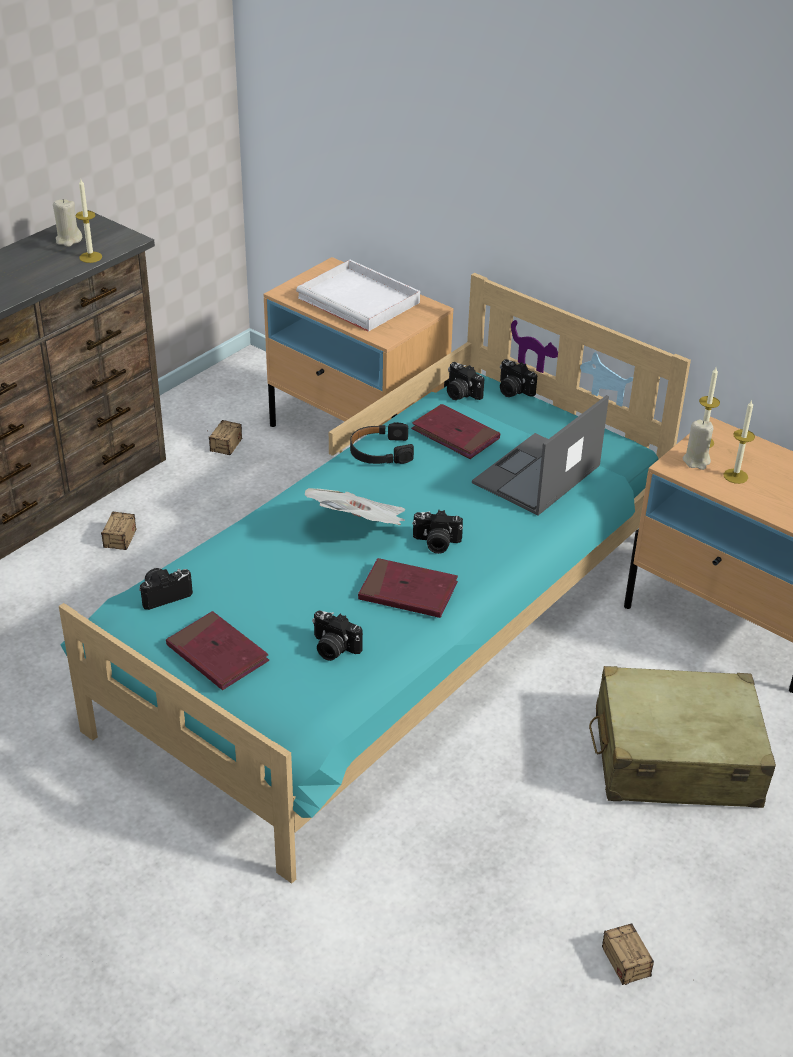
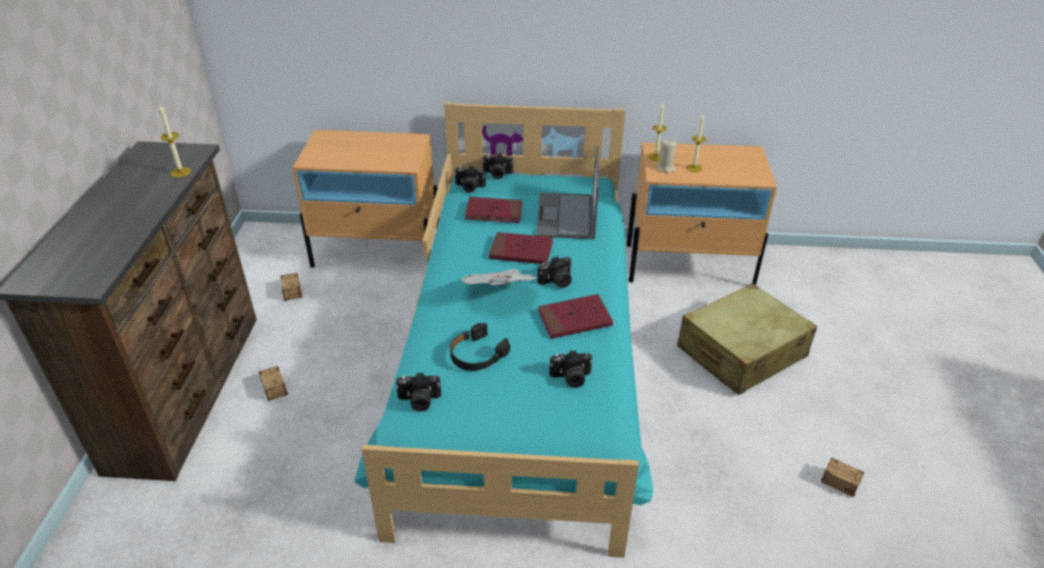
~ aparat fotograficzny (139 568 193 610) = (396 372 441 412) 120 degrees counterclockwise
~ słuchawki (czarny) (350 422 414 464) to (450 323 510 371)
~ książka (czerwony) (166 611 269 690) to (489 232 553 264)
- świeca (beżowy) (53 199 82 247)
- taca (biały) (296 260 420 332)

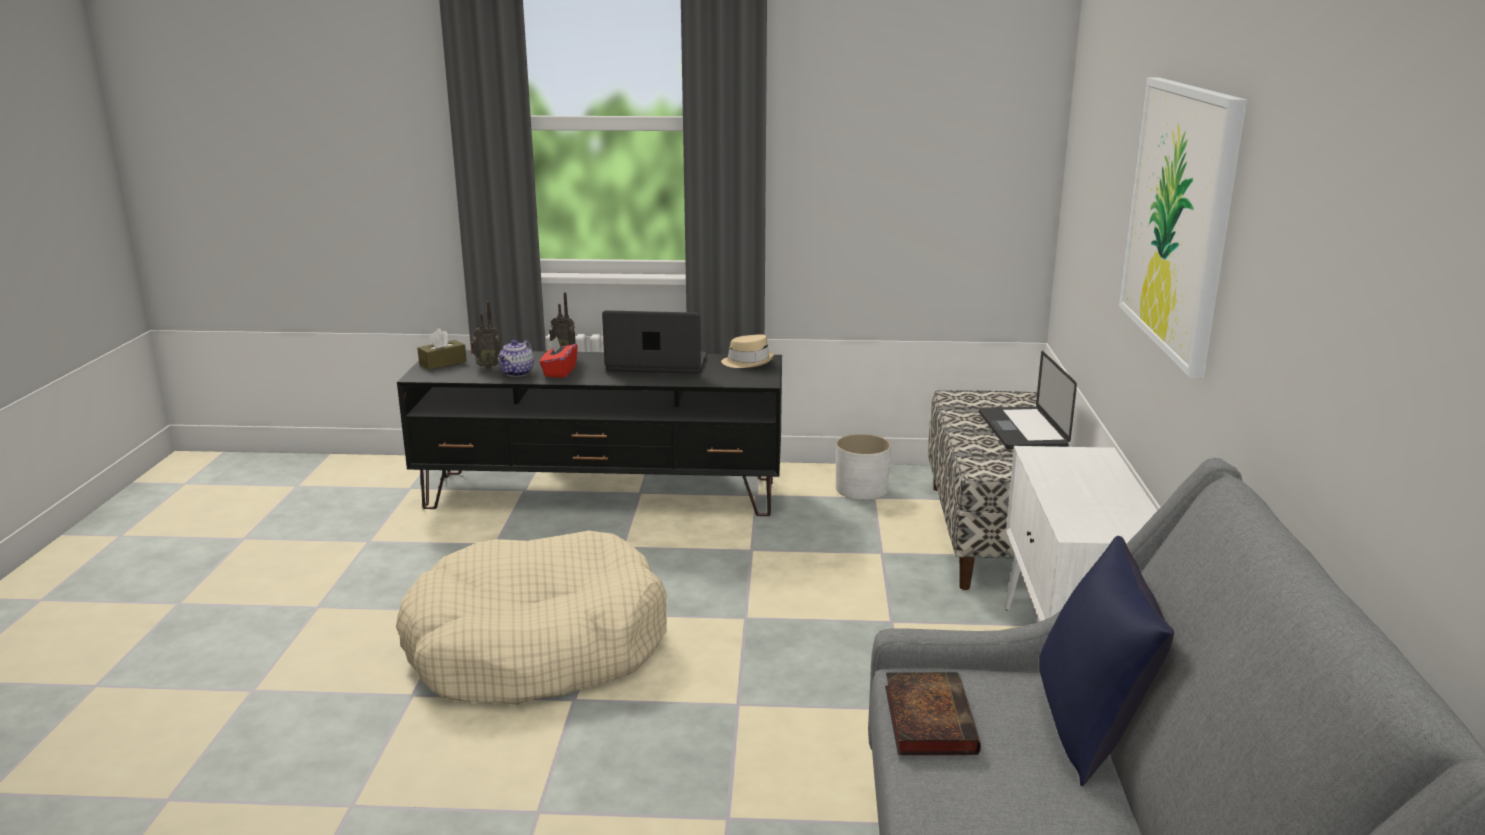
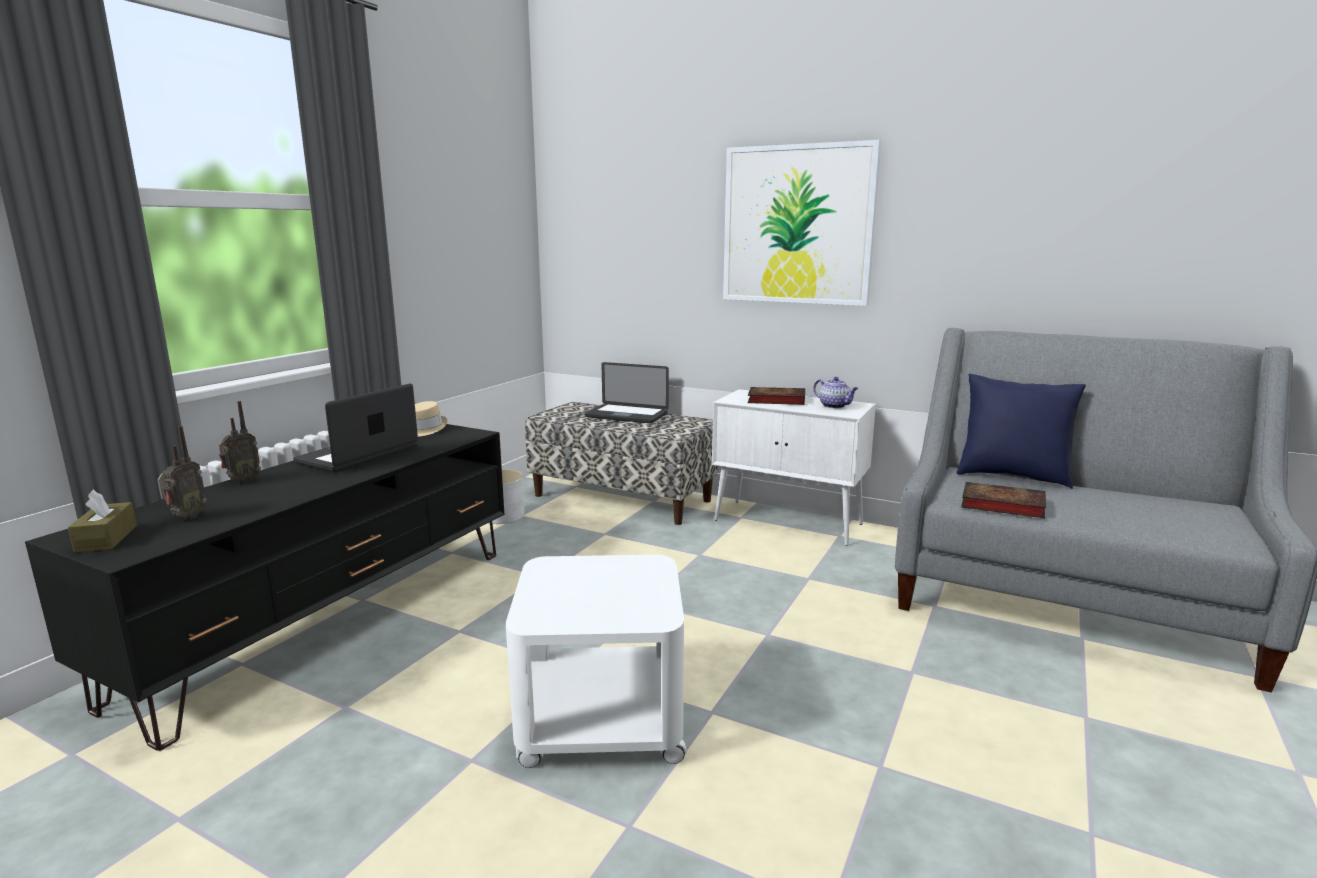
~ legowisko (beżowy) (396 531 667 705) to stolik (biały) (506 555 687 768)
+ książka (748 387 805 405)
~ imbryk (498 340 534 377) to (813 377 858 408)
- pudełko chusteczek (czerwony) (540 337 578 378)

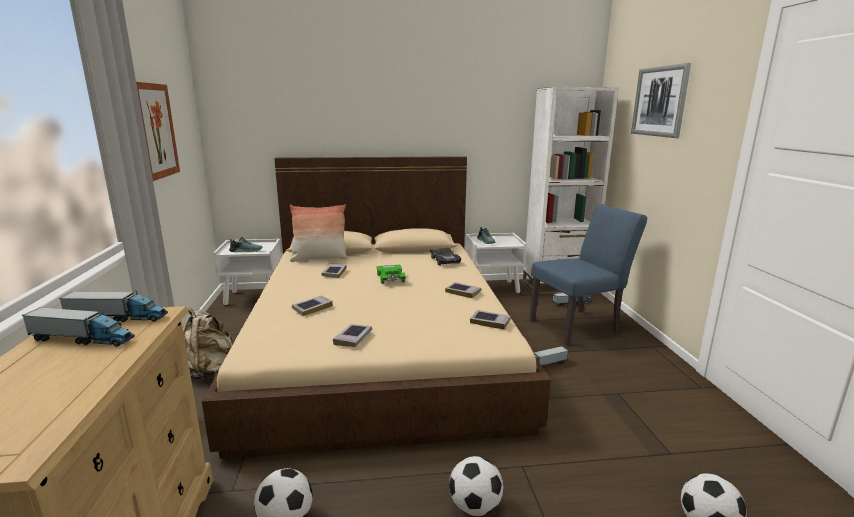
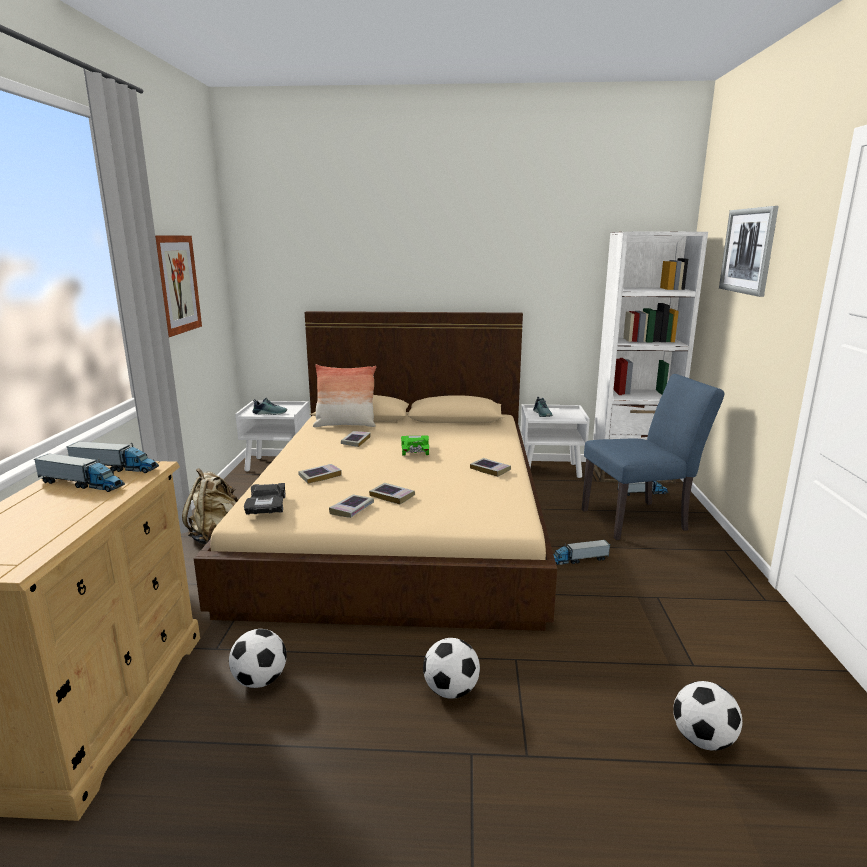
~ samochodzik (czarny) (430 248 461 265) to (244 483 285 514)
~ książka (470 310 511 329) to (369 483 415 504)

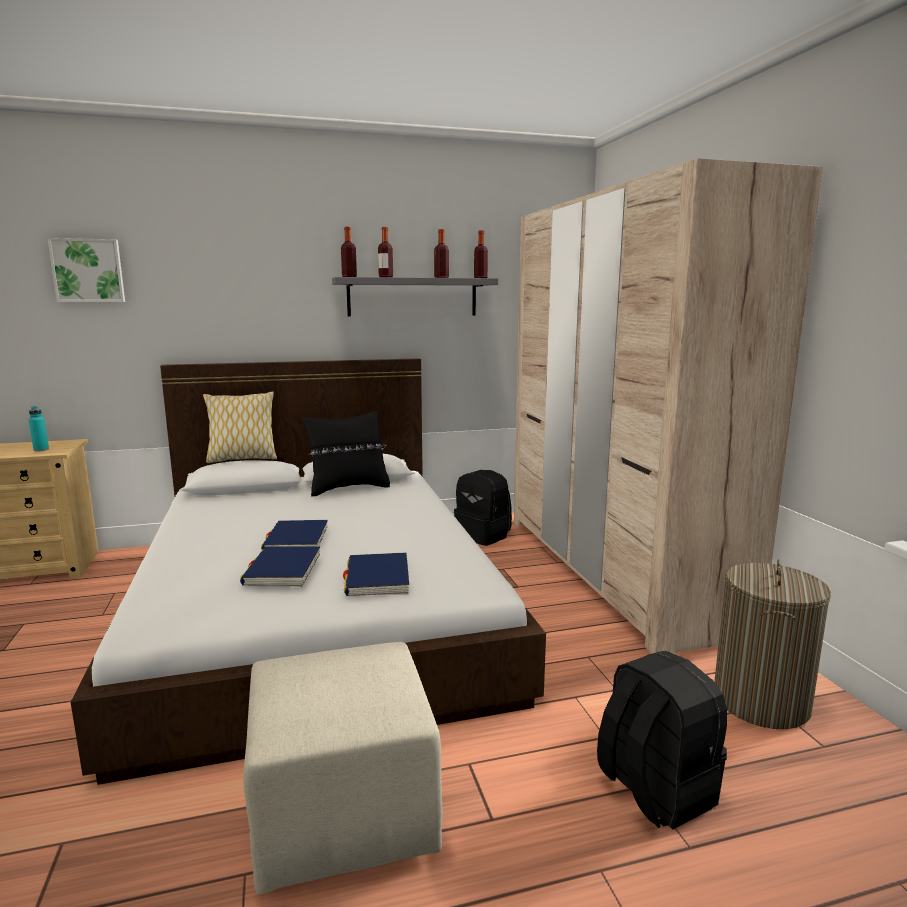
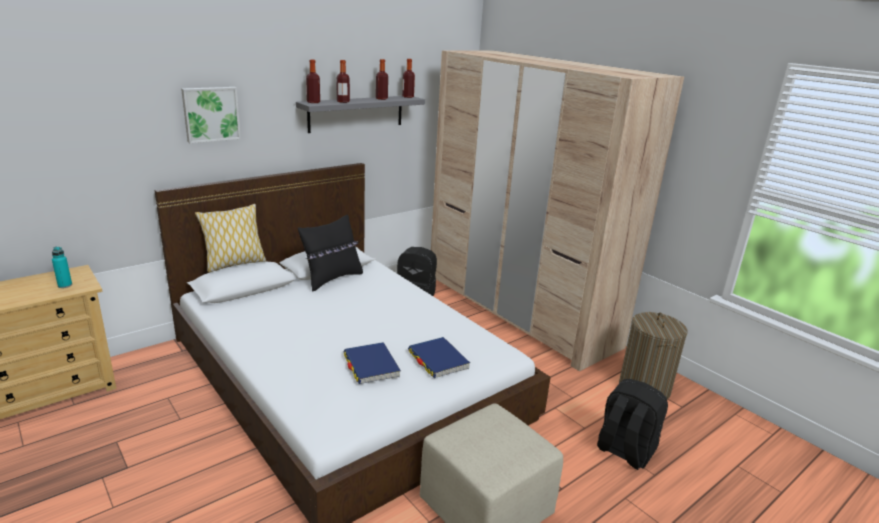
~ obraz (47 238 125 302) to (181 87 241 143)
- książka (niebieski) (261 520 328 549)

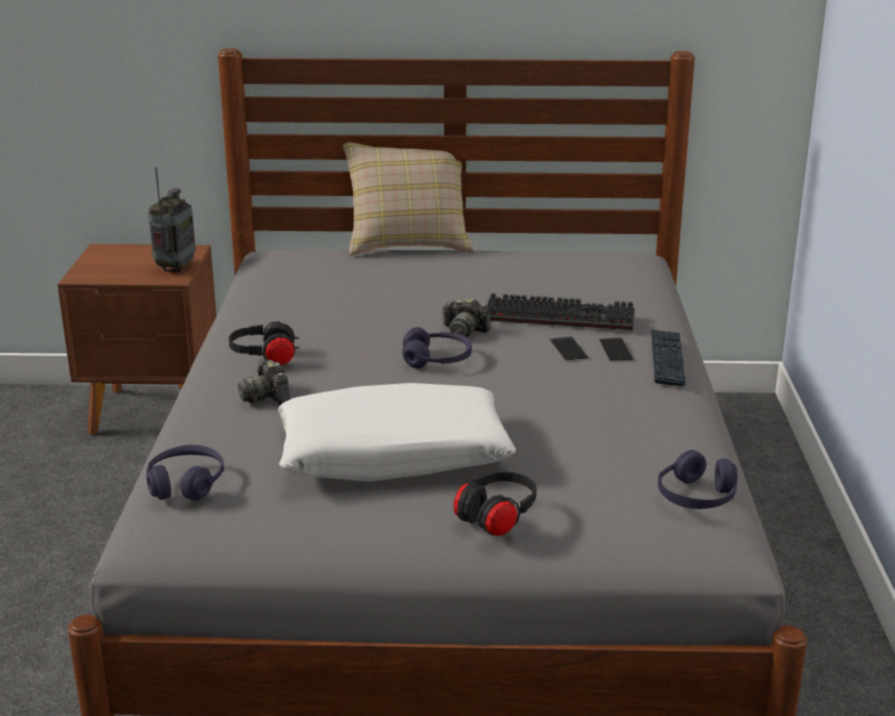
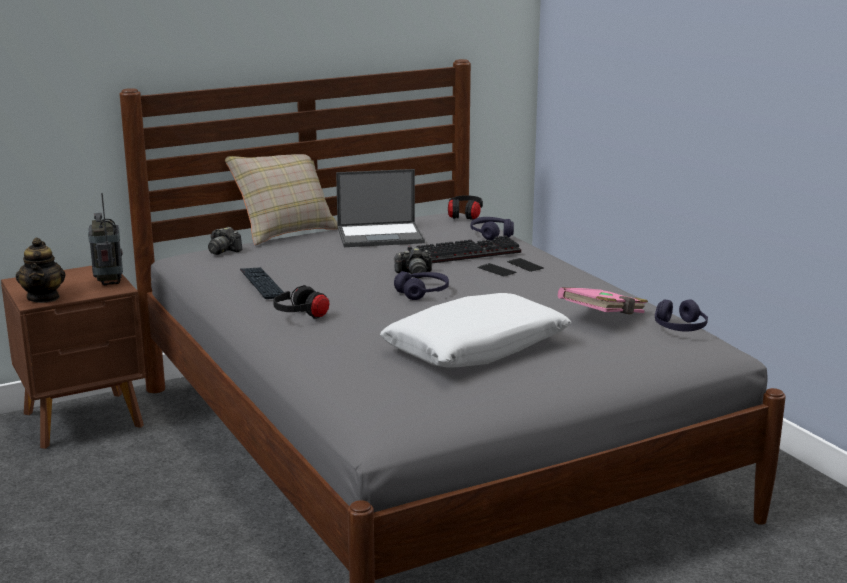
+ imbryk (16 238 66 303)
~ aparat fotograficzny (238 360 291 405) to (208 227 243 255)
~ klawiatura (651 329 686 386) to (240 267 284 299)
+ laptop (336 169 425 247)
~ słuchawki (czarny) (453 471 537 536) to (448 195 483 220)
~ słuchawki (fioletowy) (146 445 224 501) to (471 217 514 241)
+ książka (różowy) (558 288 648 314)

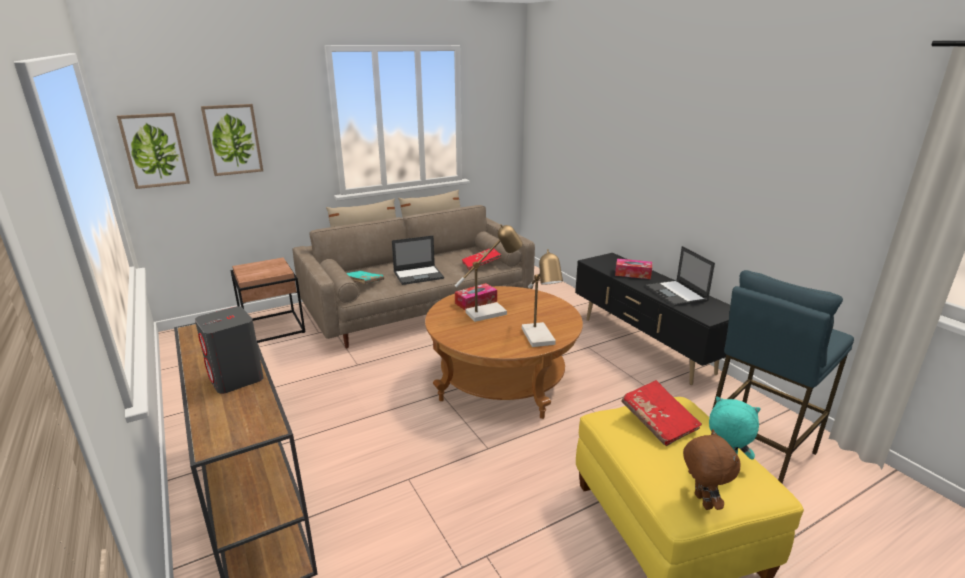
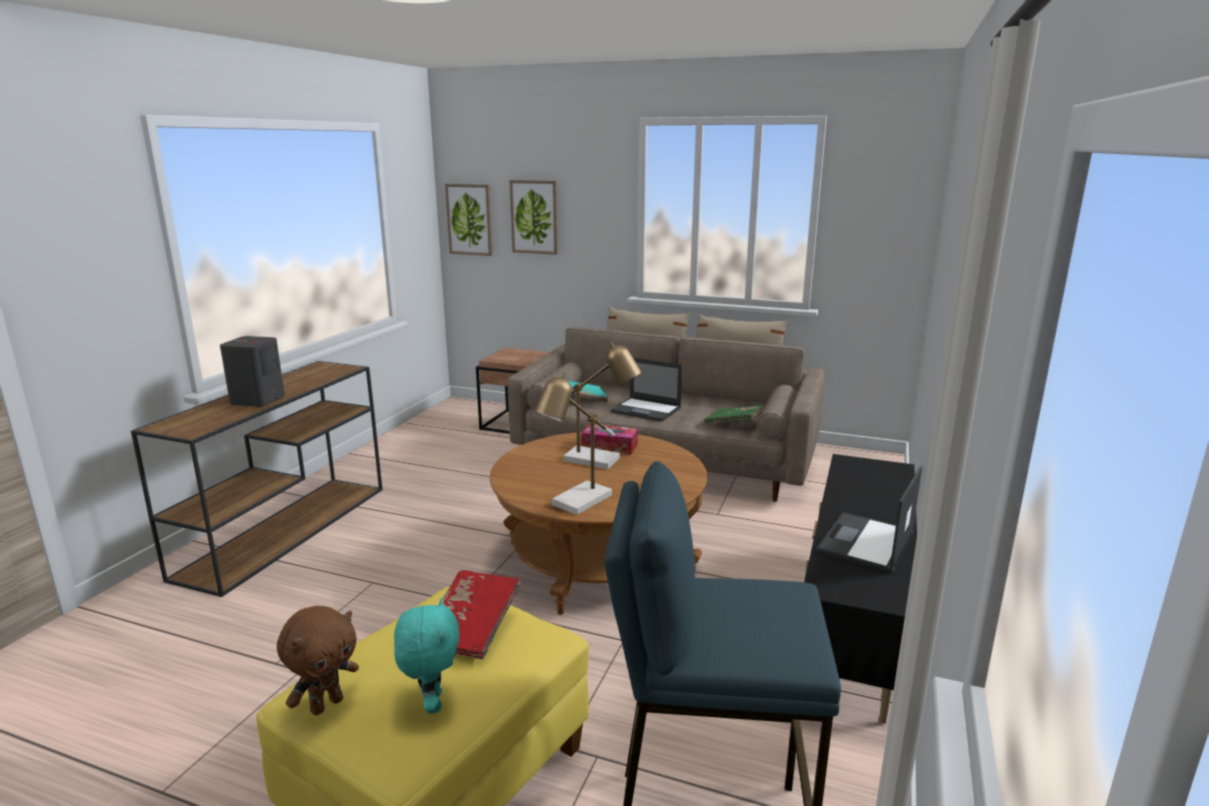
~ książka (czerwony) (462 248 502 271) to książka (zielony) (704 405 764 424)
- pudełko chusteczek (615 258 652 279)

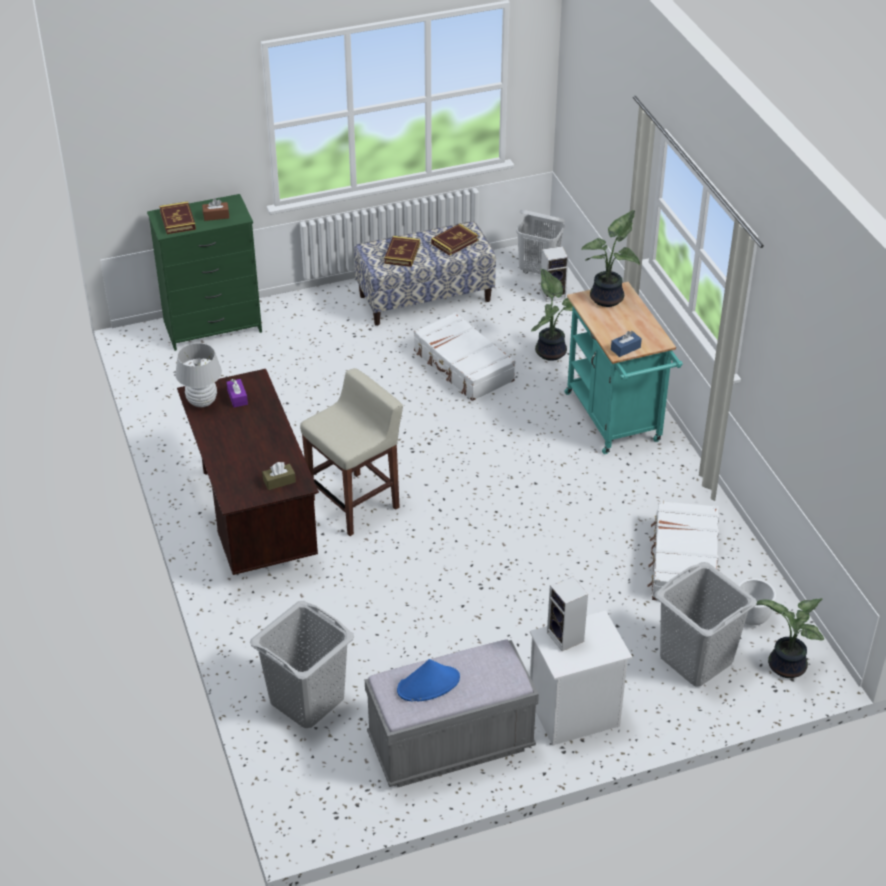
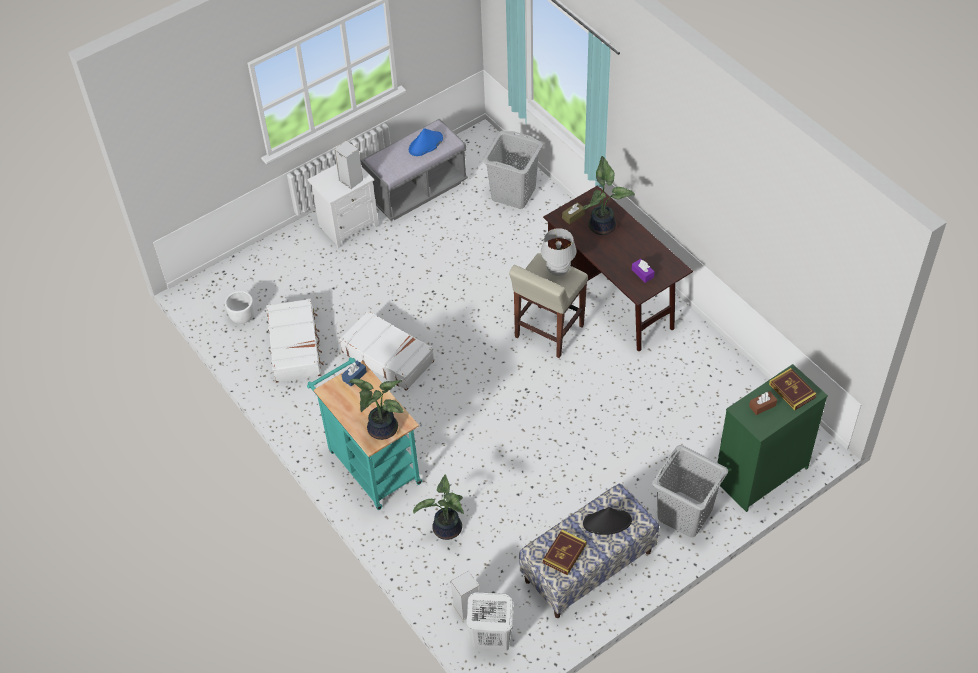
~ walizka (biały) (414 312 516 401) to (339 310 434 391)
~ lampa stołowa (biały) (175 343 222 407) to (541 228 576 276)
~ roślina doniczkowa (756 598 824 678) to (582 156 635 235)
~ książka (384 236 420 267) to kapelusz (czarny) (583 507 632 535)
~ kosz na pranie (szary) (655 562 757 687) to (652 445 728 537)

